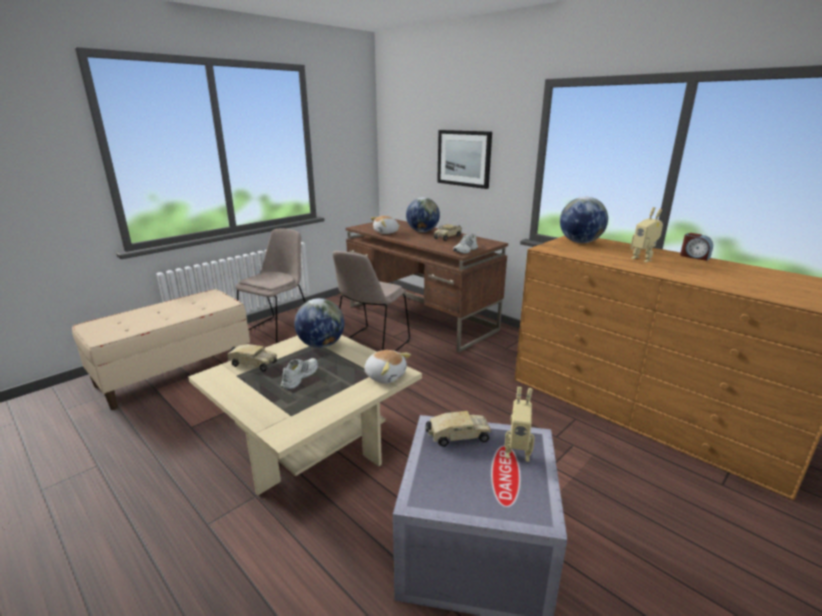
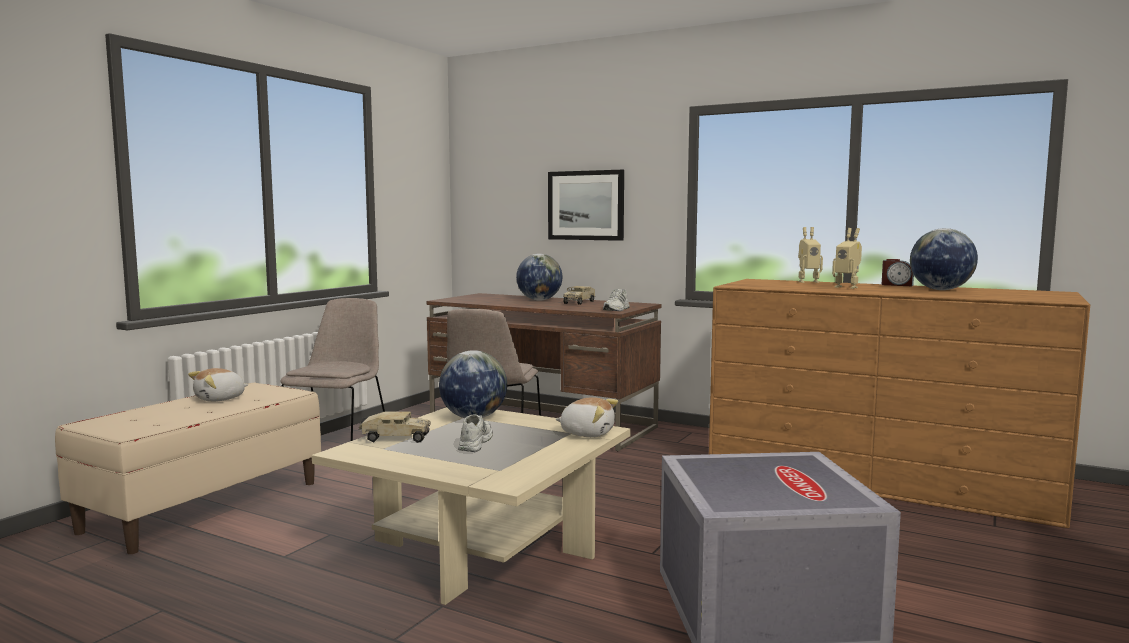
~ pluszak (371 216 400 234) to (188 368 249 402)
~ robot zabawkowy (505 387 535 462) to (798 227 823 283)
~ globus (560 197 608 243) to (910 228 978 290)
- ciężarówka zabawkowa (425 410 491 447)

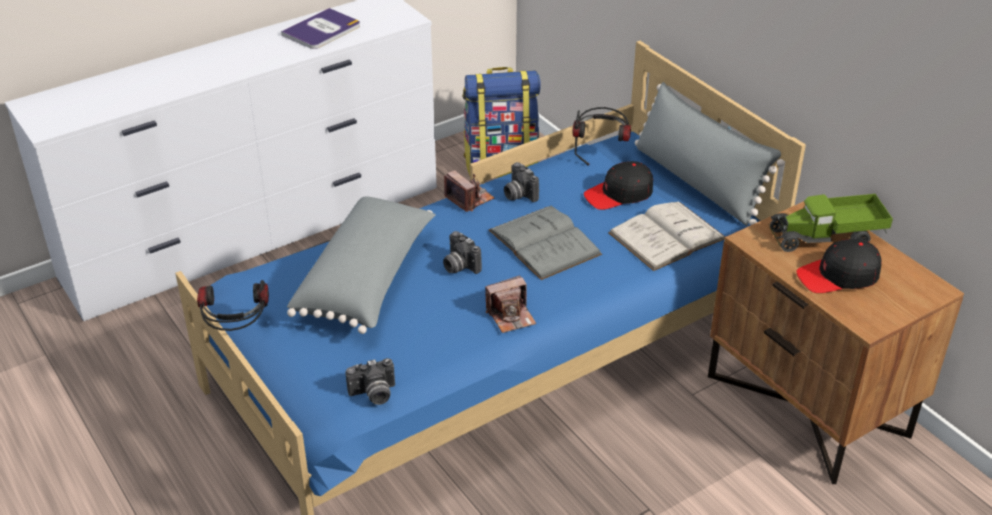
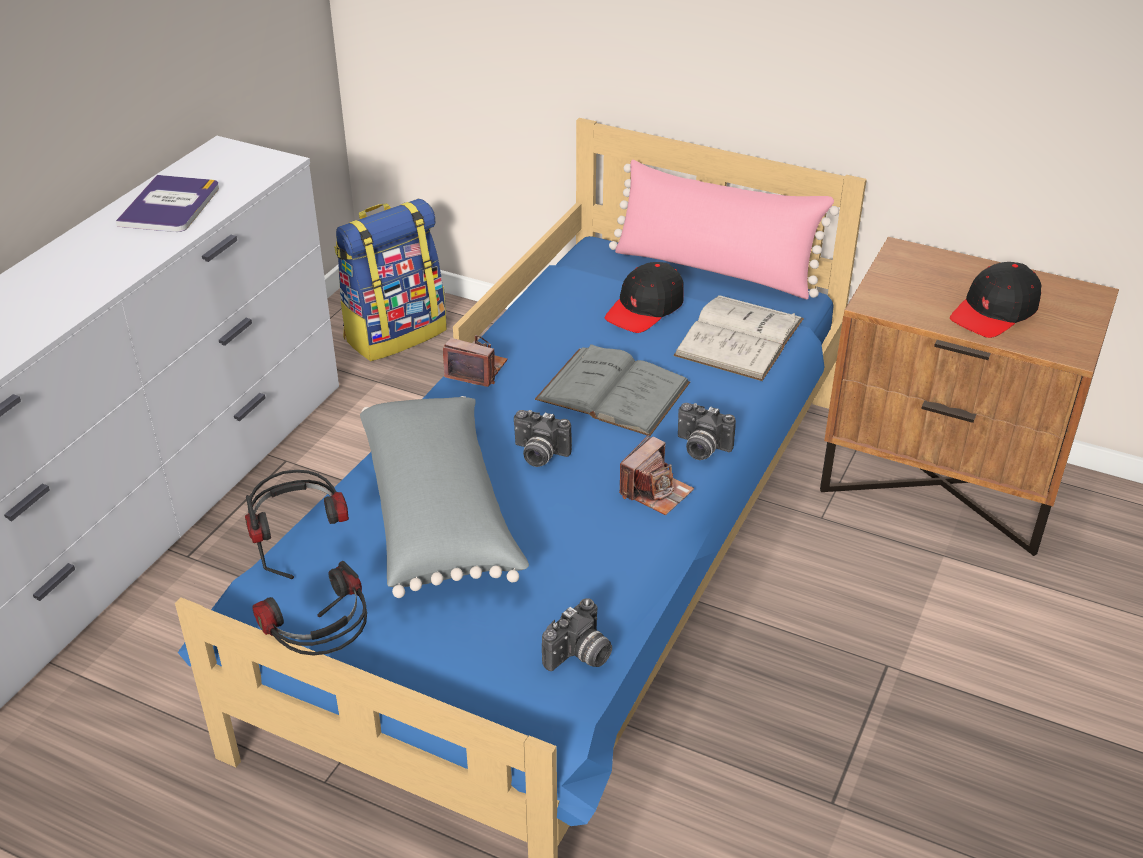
~ słuchawki (573 107 631 166) to (245 470 349 579)
~ poduszka (szary) (635 82 785 226) to poduszka (różowy) (609 160 839 299)
~ aparat fotograficzny (504 162 539 202) to (678 403 736 460)
- ciężarówka zabawkowa (768 194 893 252)

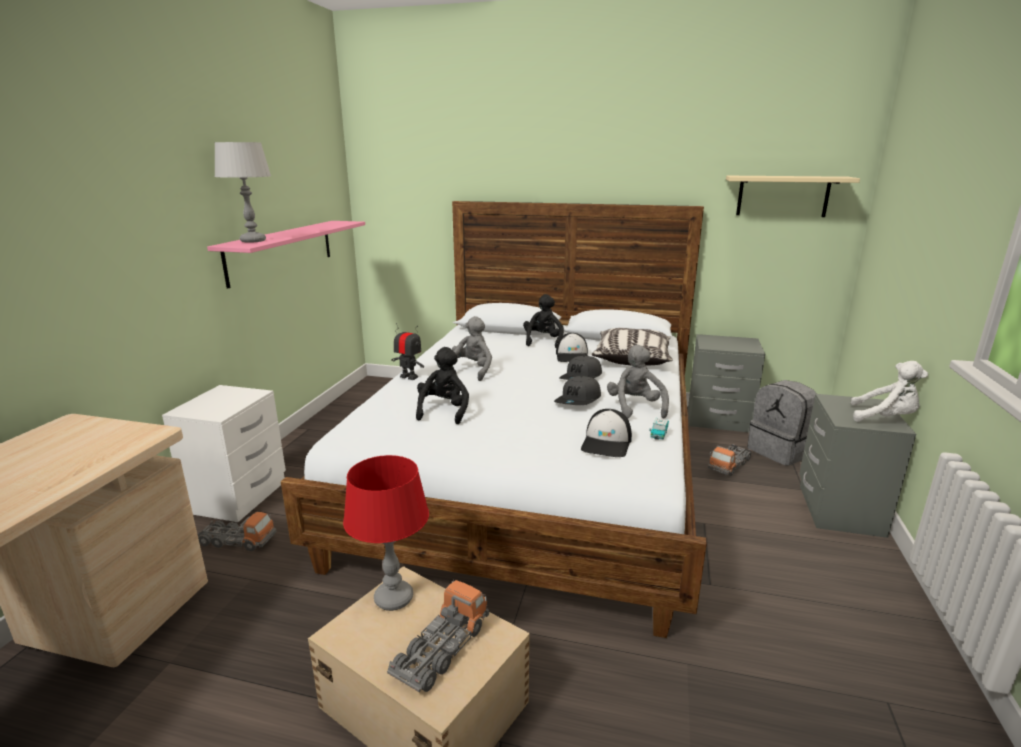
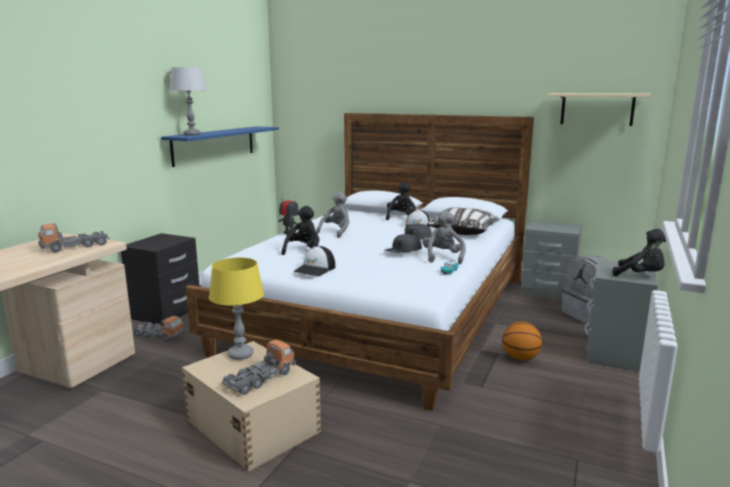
~ ciężarówka zabawkowa (708 444 752 476) to (38 223 110 252)
~ szafka nocna (biały) (162 385 286 522) to szafka nocna (czarny) (121 233 199 326)
~ półka (różowy) (207 221 365 289) to półka (niebieski) (161 126 279 167)
~ lampa stołowa (czerwony) (343 455 429 611) to lampa stołowa (żółty) (209 258 264 360)
~ czapka z daszkiem (581 409 632 457) to (293 246 335 276)
+ piłka do koszykówki (503 322 542 361)
~ pluszak (biały) (851 361 928 422) to pluszak (czarny) (612 229 666 276)

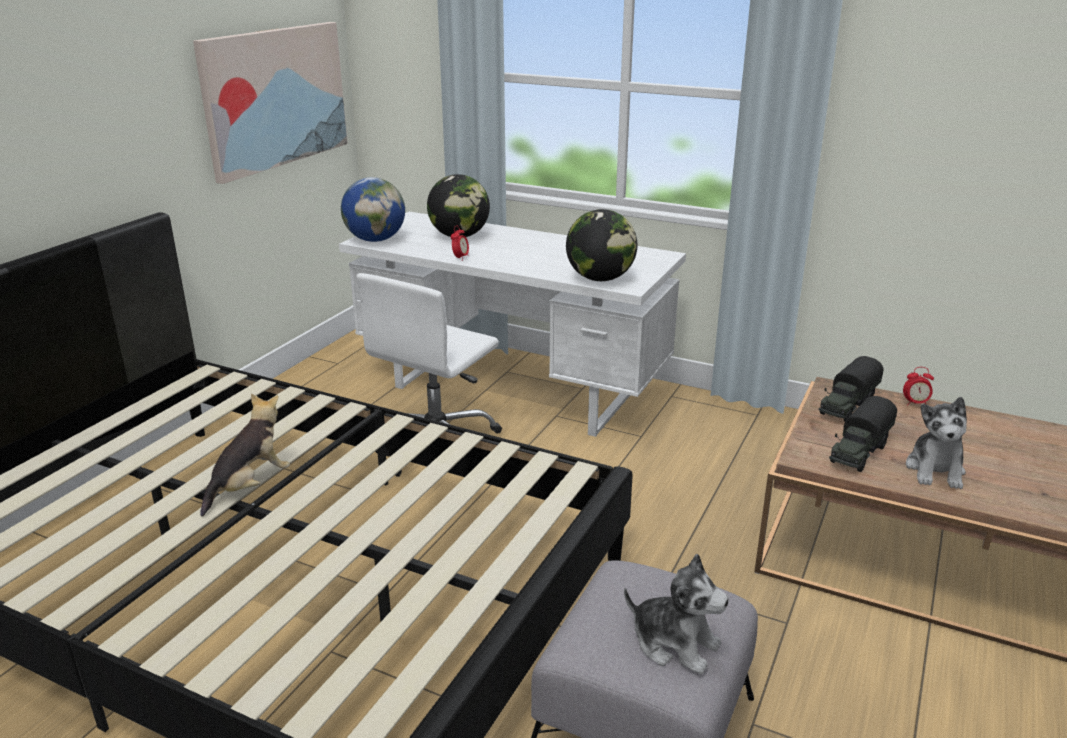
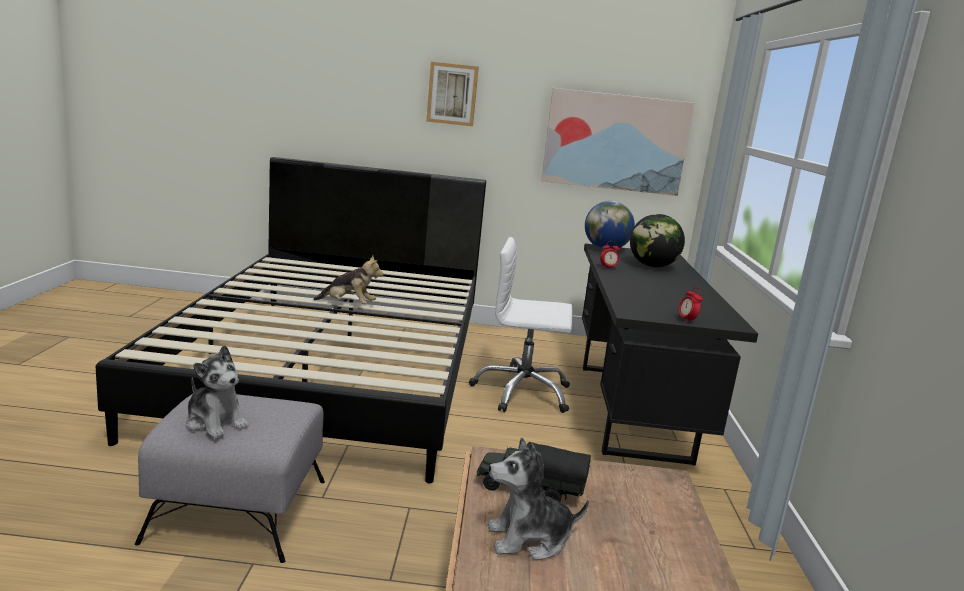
~ pluszak (624 554 729 674) = (186 345 249 438) 60 degrees counterclockwise
+ obraz (426 62 479 126)
~ biurko (biały) (339 212 686 437) to biurko (czarny) (582 244 758 466)
~ budzik (903 367 934 406) to (678 287 703 323)
- globus (566 209 637 281)
- ciężarówka zabawkowa (819 356 884 422)

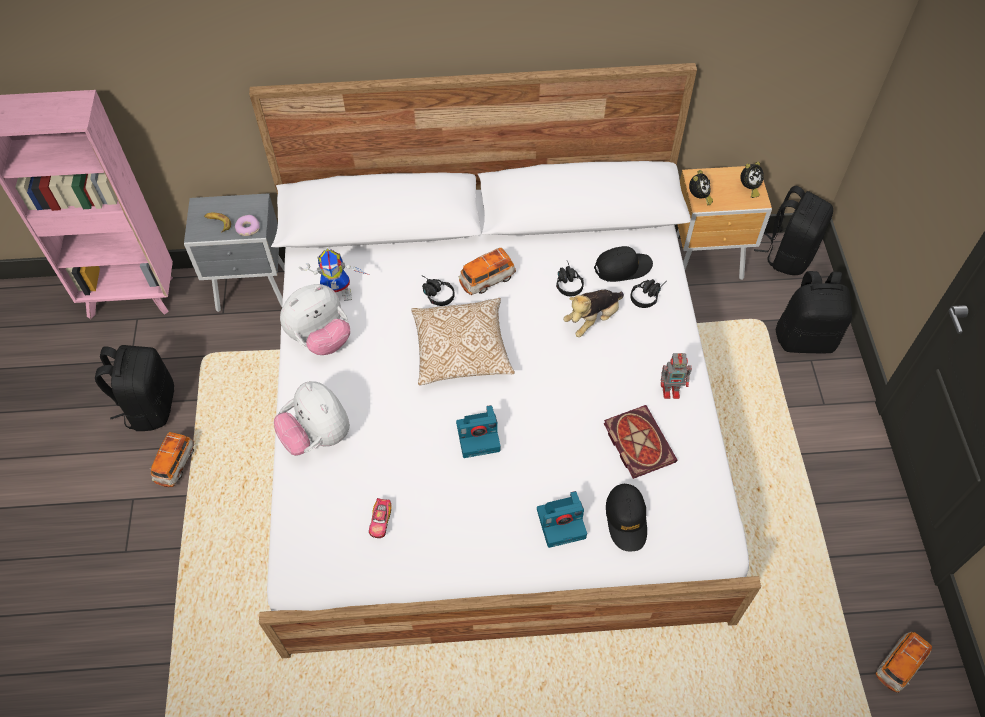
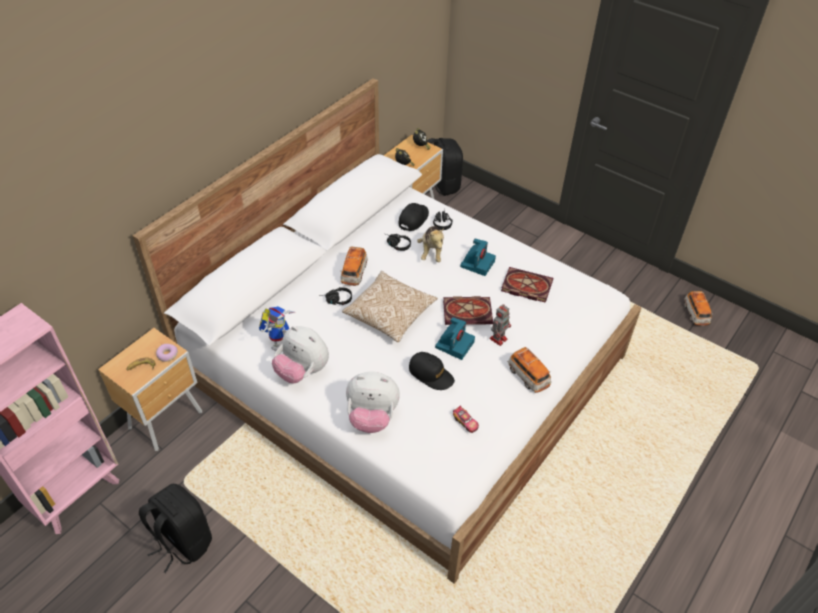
~ szafka nocna (szary) (184 193 285 312) to szafka nocna (brązowy) (98 328 202 451)
~ pluszak (280 284 350 355) = (272 326 329 383) 120 degrees clockwise
~ czapka z daszkiem (czarny) (606 484 647 551) to (409 352 455 390)
+ książka (443 296 493 325)
~ aparat fotograficzny (537 491 587 548) to (460 239 496 276)
~ robot zabawkowy (661 353 692 399) to (489 304 511 346)
~ samochodzik (150 432 194 487) to (508 347 551 393)
- plecak (czarny) (776 271 852 354)

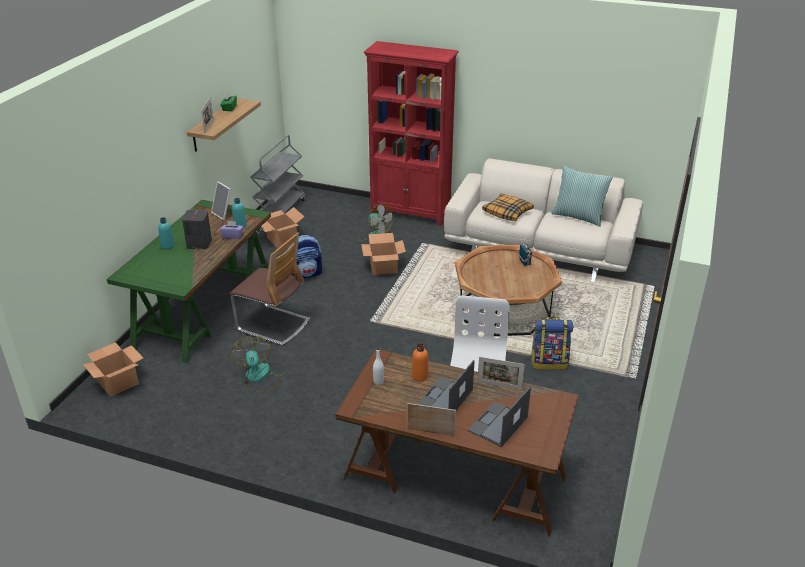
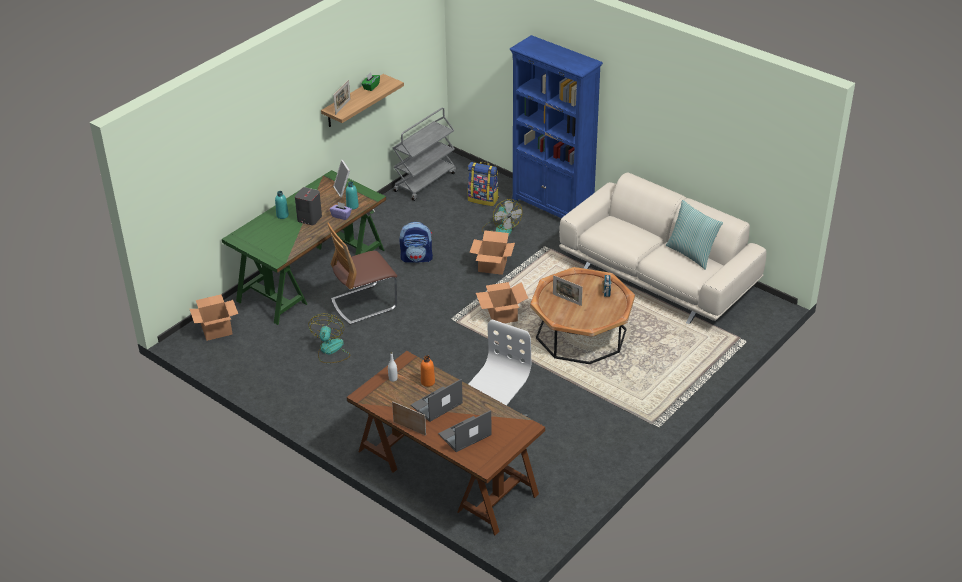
~ krzesło (230 232 310 346) = (327 223 397 325) 105 degrees clockwise
~ plecak (531 317 573 370) to (468 162 499 206)
~ karton (262 207 304 248) to (476 282 528 323)
~ regał (czerwony) (364 41 459 226) to regał (niebieski) (509 35 603 218)
~ ramka na zdjęcie (477 357 525 390) to (553 275 583 306)
- poduszka (482 194 534 221)

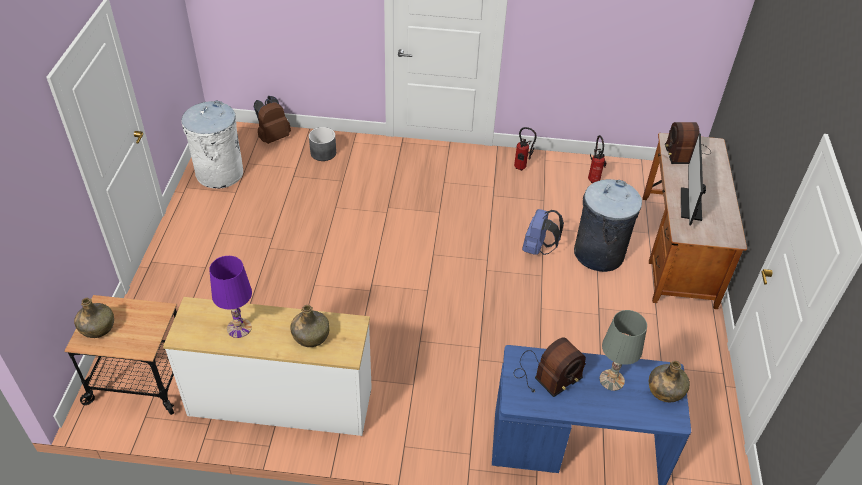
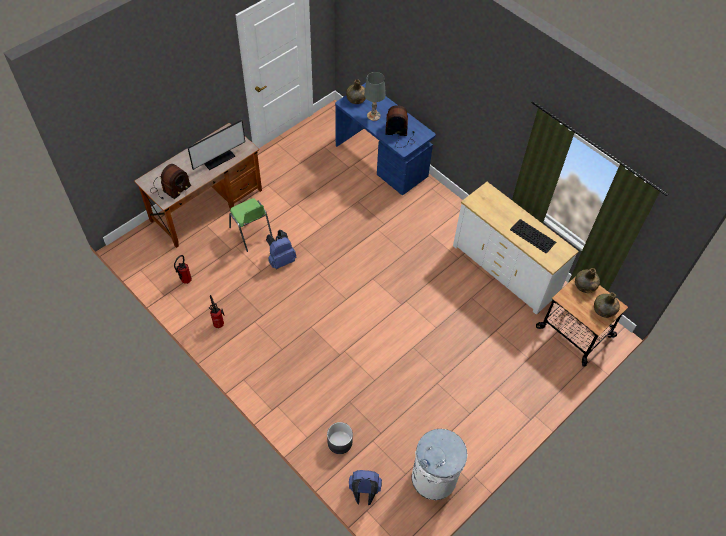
~ kosz na śmieci (szary) (574 179 642 272) to krzesło (zielony) (229 198 273 252)
~ plecak (brązowy) (254 96 291 144) to plecak (niebieski) (349 470 382 505)
~ lampa stołowa (fioletowy) (209 256 252 338) to klawiatura (510 219 556 253)
~ butelka (zielony) (290 305 330 347) to (575 268 600 293)

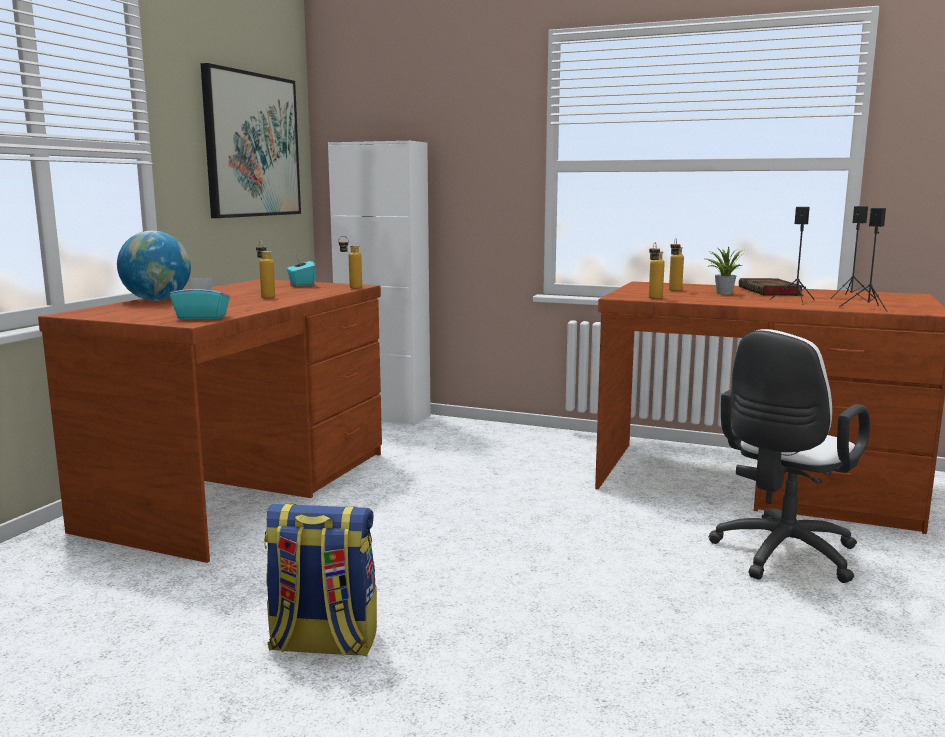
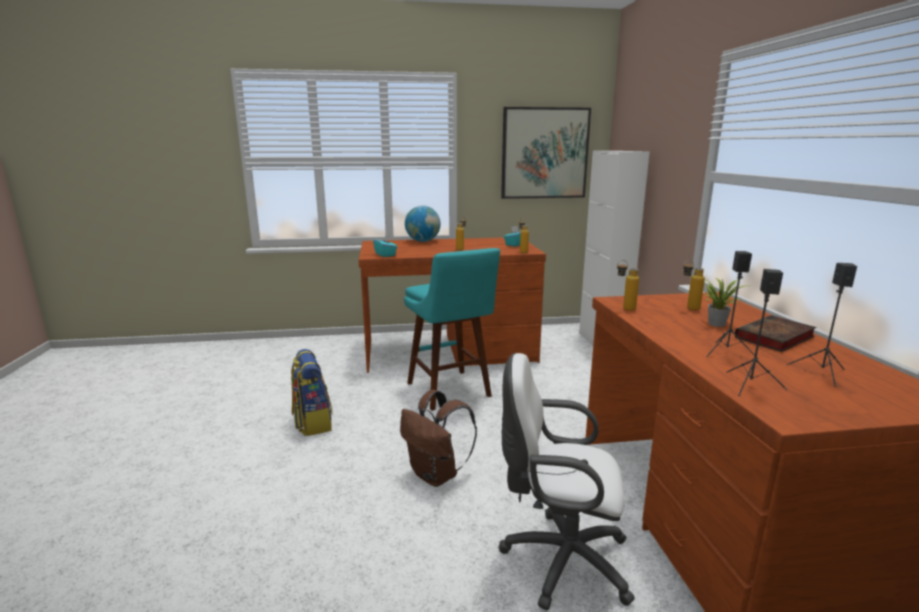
+ plecak (brązowy) (400 390 477 487)
+ stołek (turkusowy) (404 248 500 411)

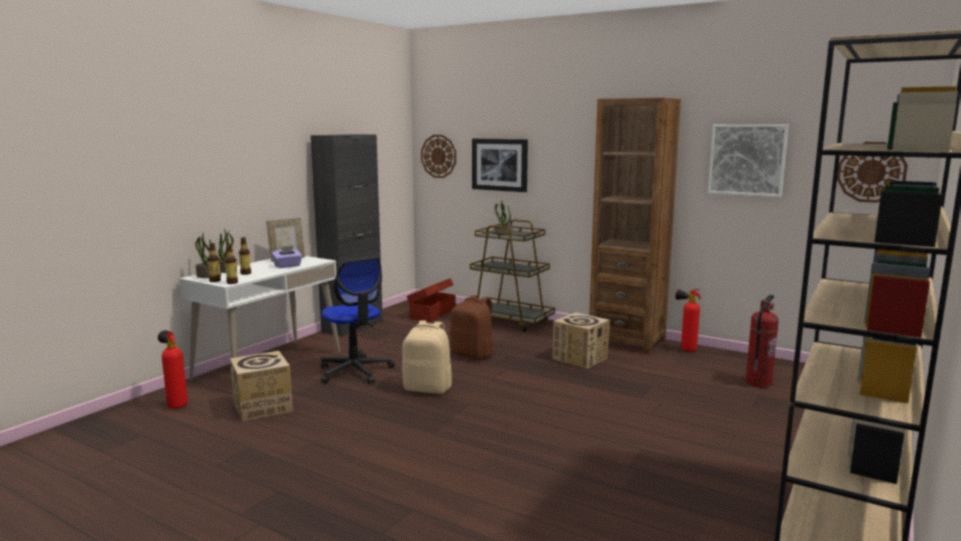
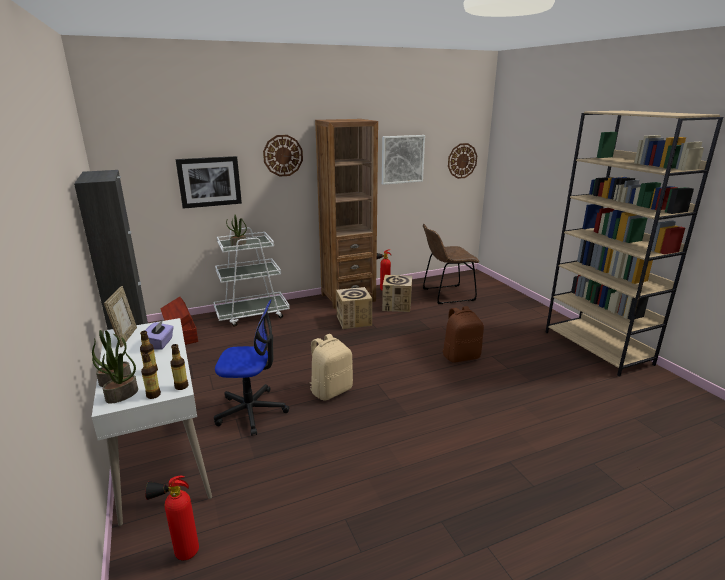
~ wózek (brązowy) (470 220 555 332) to wózek (biały) (213 228 290 327)
~ zegar ścienny (421 135 456 178) to (263 135 303 177)
~ karton (230 351 293 421) to (382 275 412 312)
~ gaśnica (746 295 779 388) to krzesło (brązowy) (423 224 479 304)
~ plecak (brązowy) (450 295 495 360) to (443 306 484 363)

